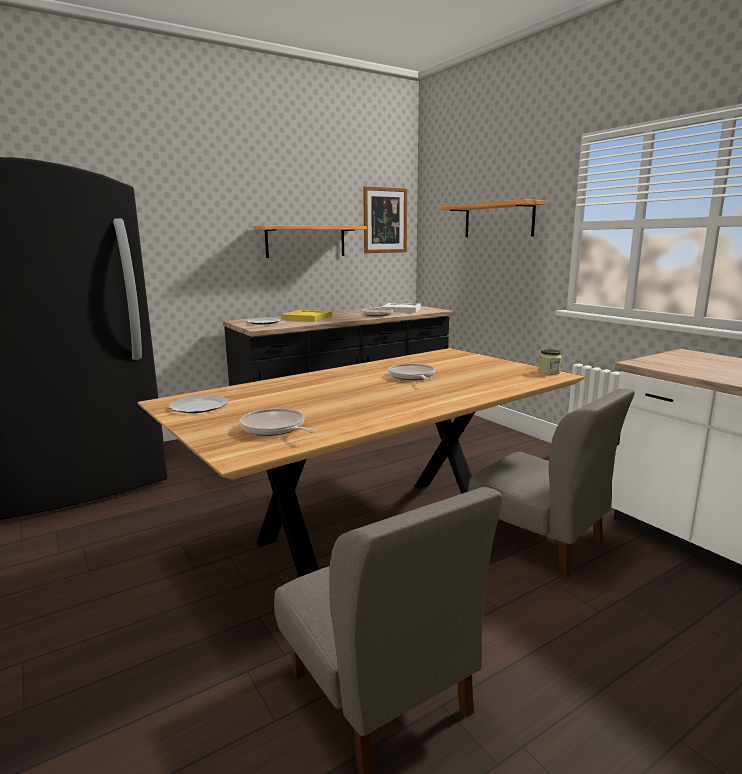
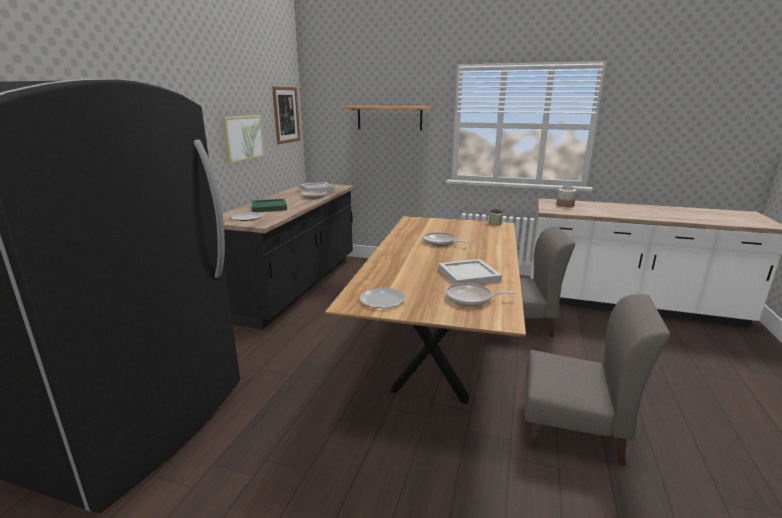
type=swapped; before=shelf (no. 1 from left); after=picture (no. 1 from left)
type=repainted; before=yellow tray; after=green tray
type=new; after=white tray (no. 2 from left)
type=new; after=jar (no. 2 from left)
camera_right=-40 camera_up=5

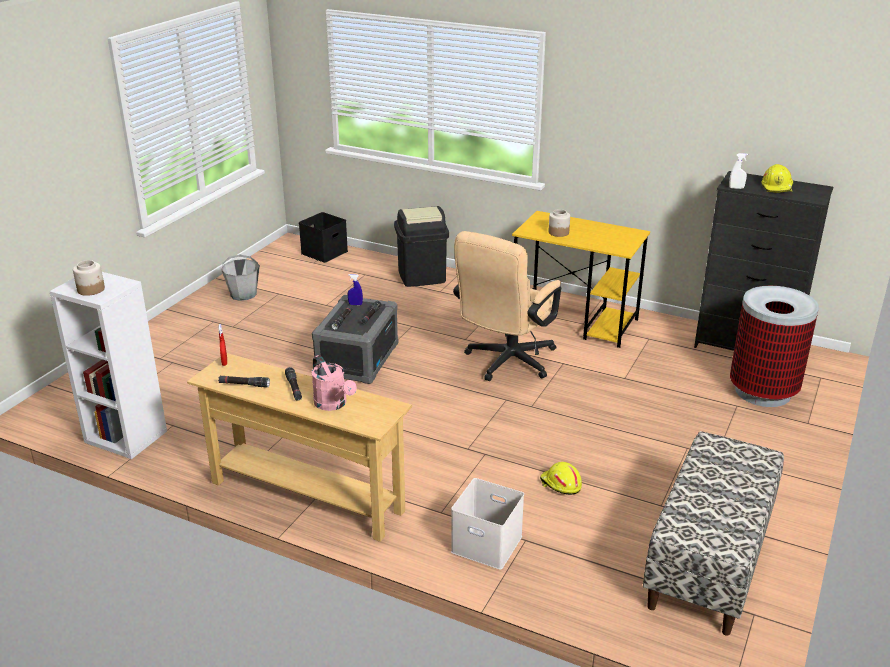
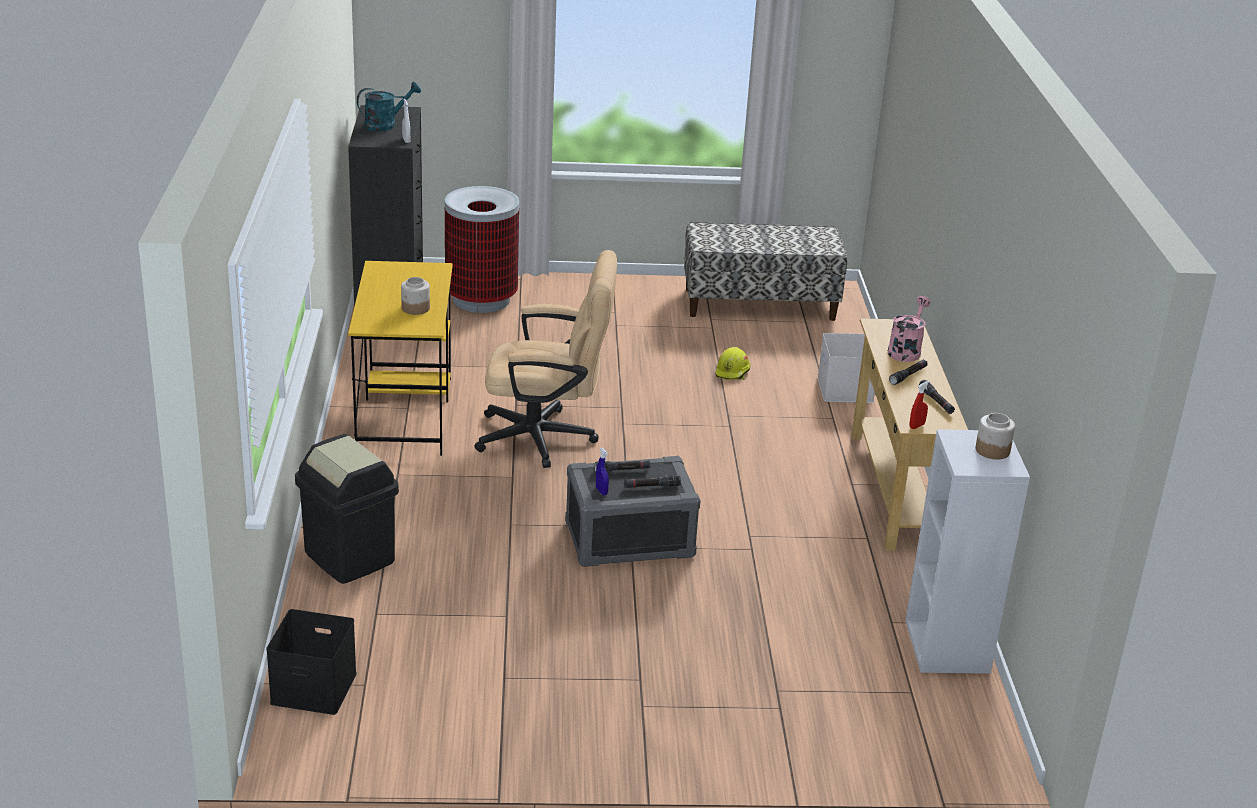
type=gone; before=grey bucket
type=swapped; before=yellow hard hat (no. 2 from left); after=turquoise watering can
camera_right=-120 camera_up=0

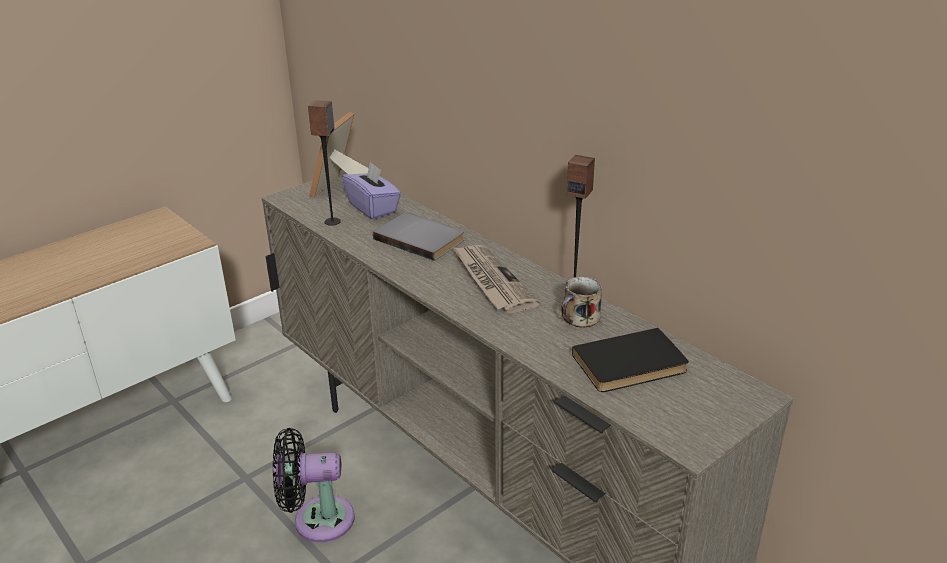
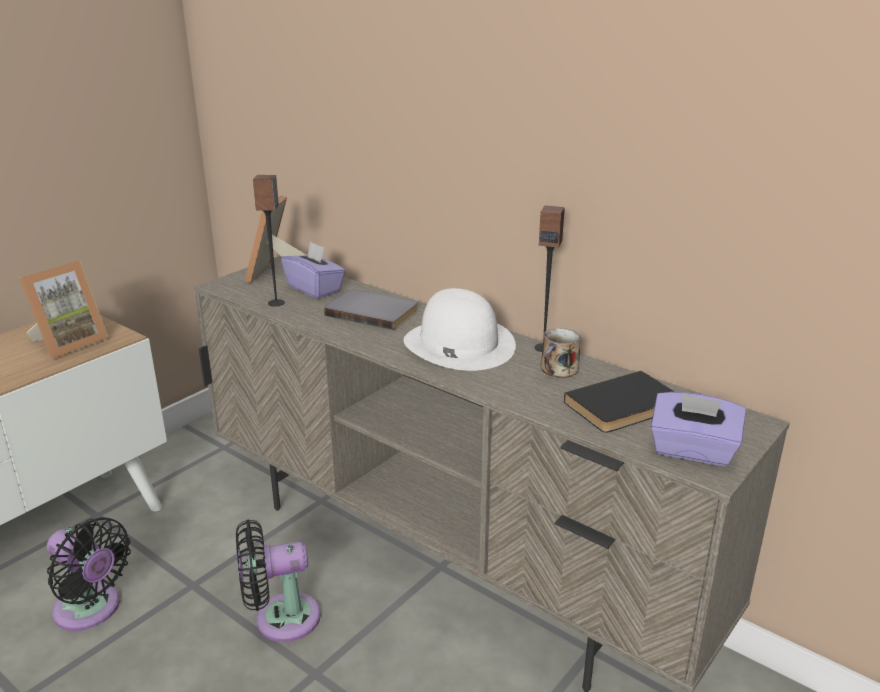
type=swapped; before=newspaper; after=white hat
type=new; after=picture frame (no. 1 from left)
type=new; after=black fan (no. 1 from left)
type=new; after=purple tissue box (no. 2 from left)
camera_right=-10 camera_up=-5

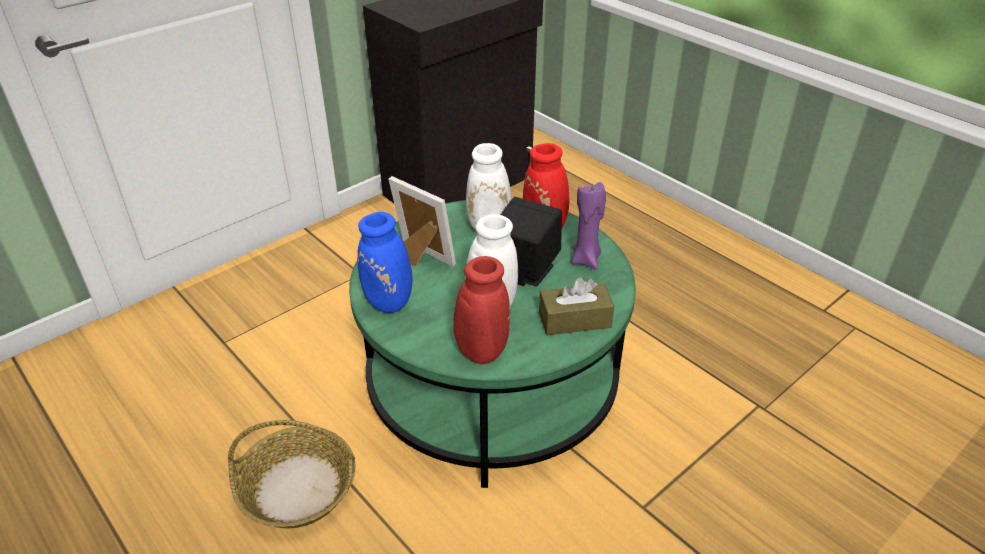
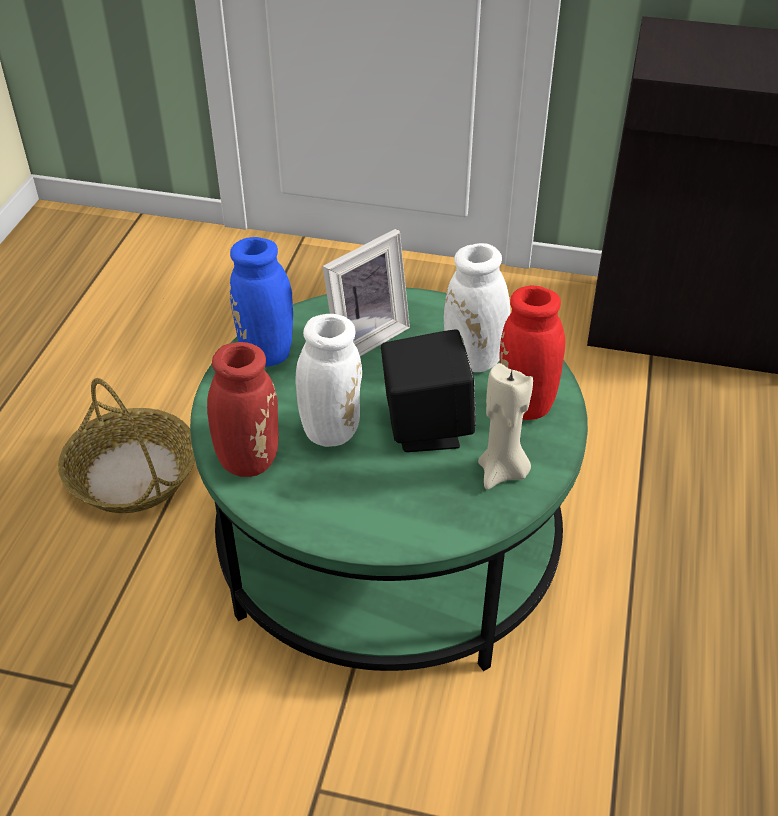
type=rotated; before=picture frame; turn=45
type=gone; before=brown tissue box
type=repainted; before=purple candle; after=beige candle
camera_right=55 camera_up=5

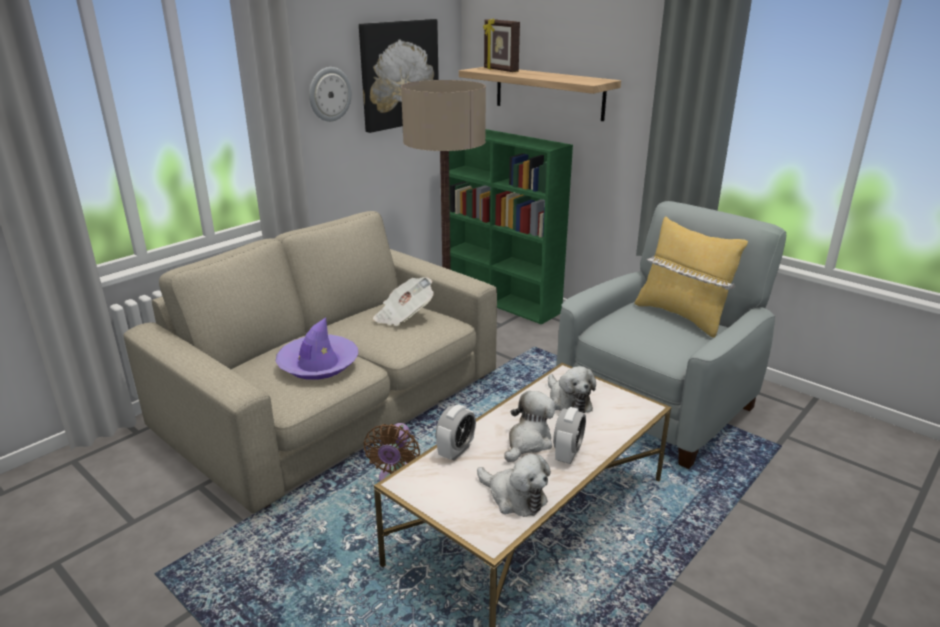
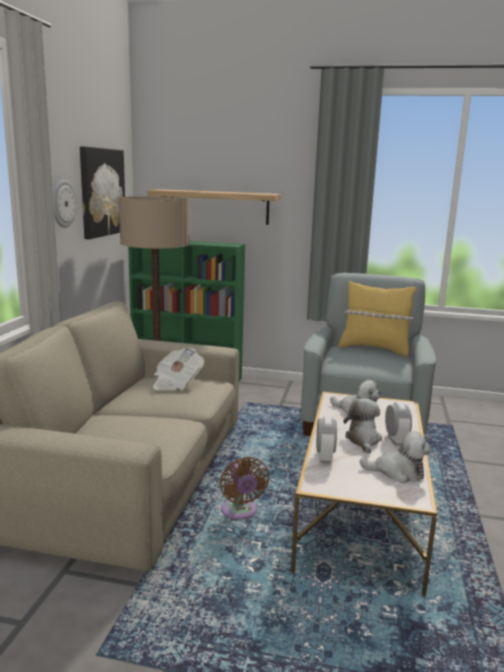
type=gone; before=purple hat
type=gone; before=picture frame
camera_right=-30 camera_up=-10

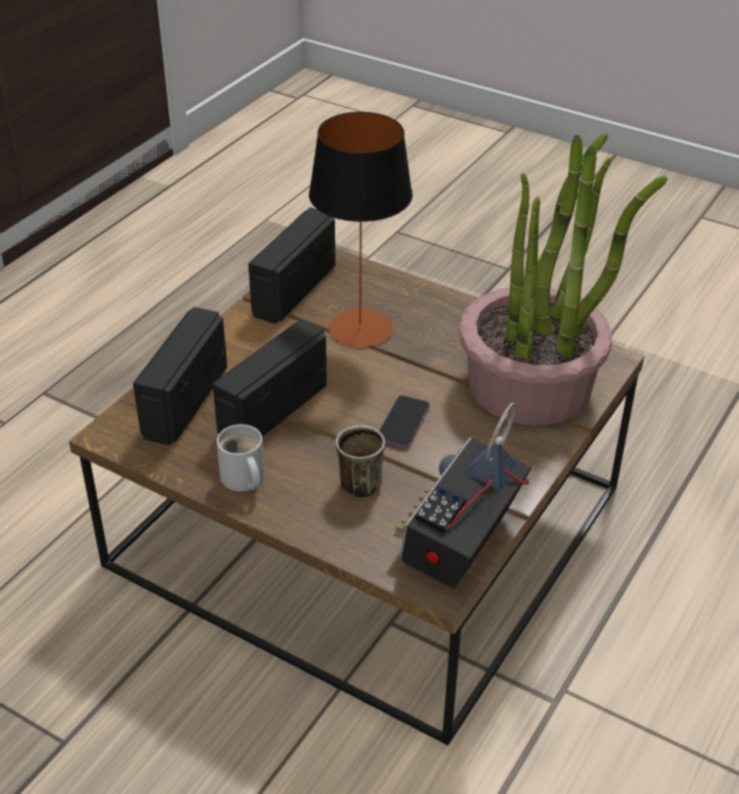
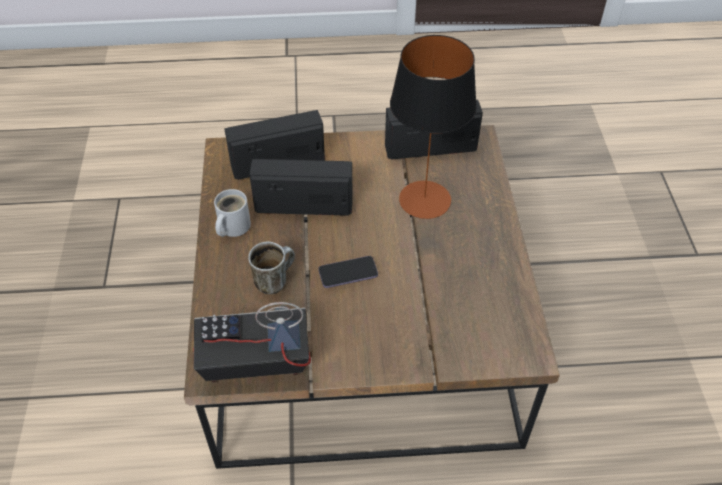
type=gone; before=potted plant
camera_right=55 camera_up=10

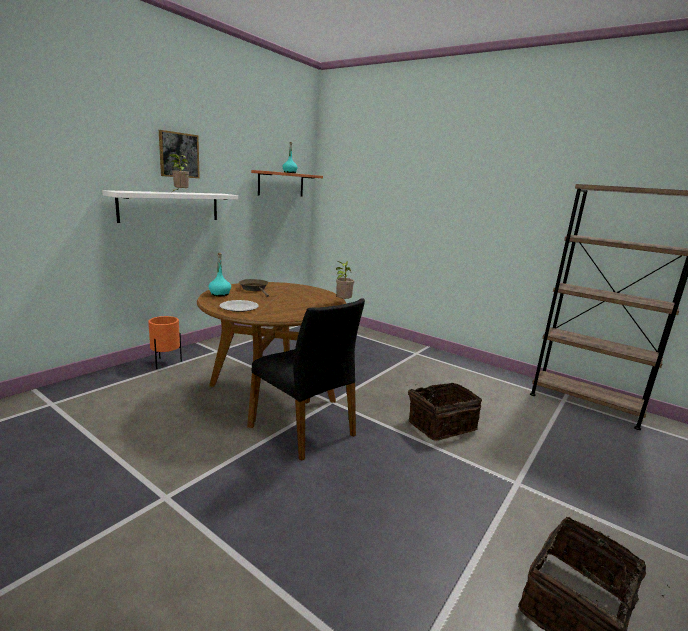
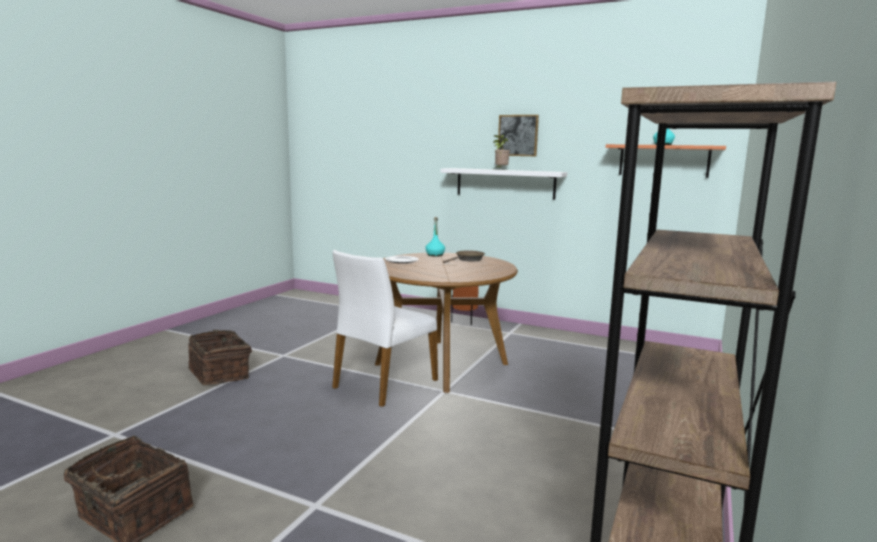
type=repainted; before=black chair; after=white chair
type=gone; before=potted plant (no. 2 from left)
type=shifted; before=basket (no. 1 from left in the first image); after=basket (no. 2 from left)
camera_right=80 camera_up=-5

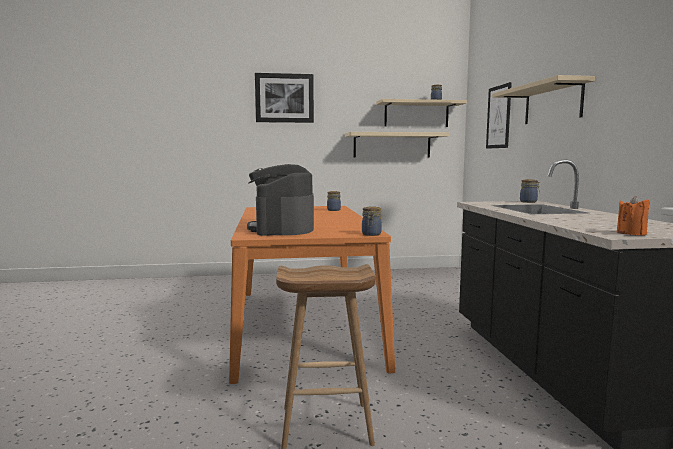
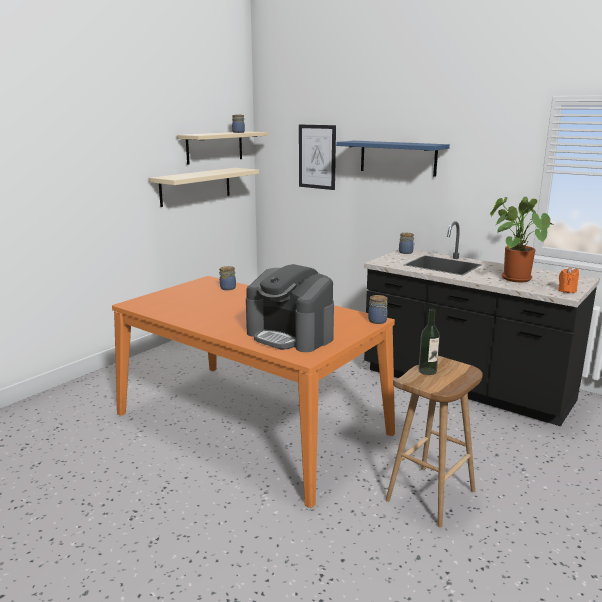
type=gone; before=picture (no. 1 from left)
type=repainted; before=beige shelf (no. 3 from left); after=blue shelf
type=new; after=bottle
type=new; after=potted plant
camera_right=-45 camera_up=10

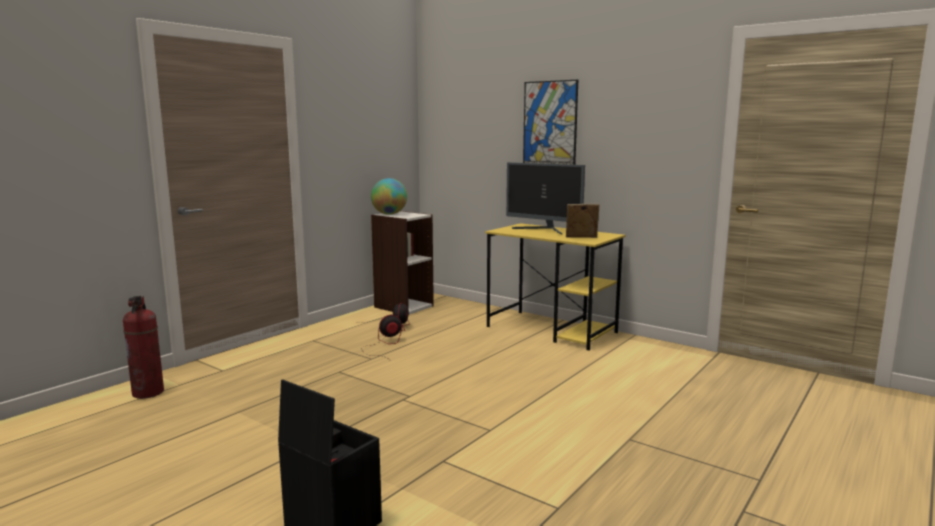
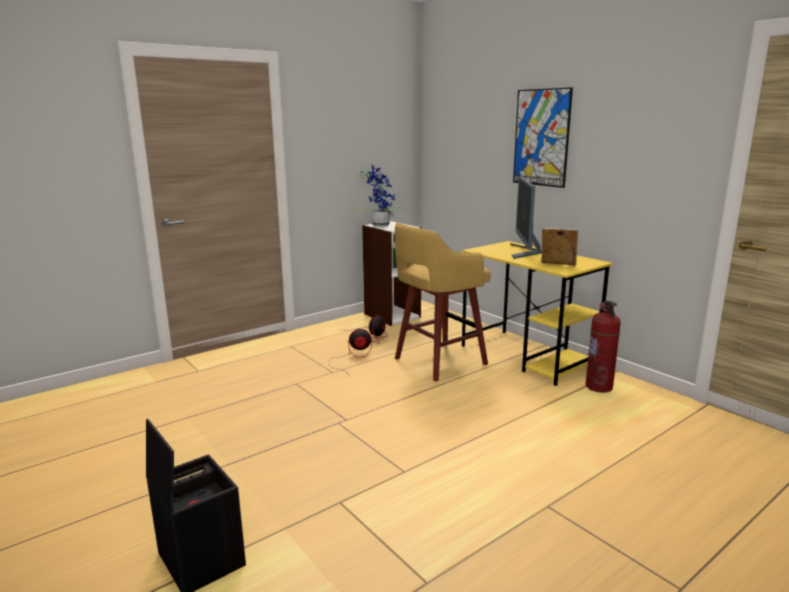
type=shifted; before=fire extinguisher
type=swapped; before=globe; after=potted plant
type=rotated; before=monitor; turn=45
type=new; after=yellow stool
camera_right=15 camera_up=5

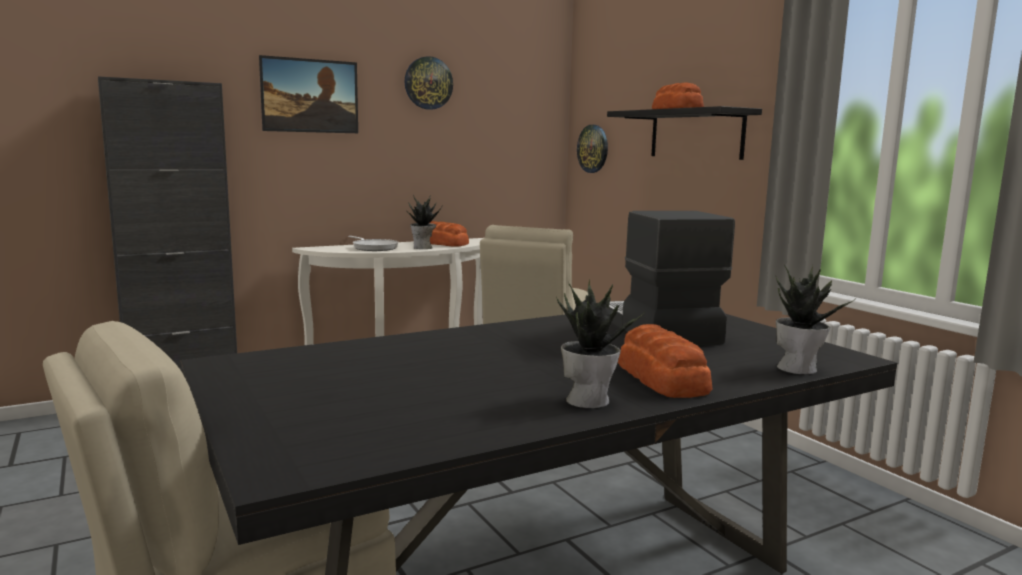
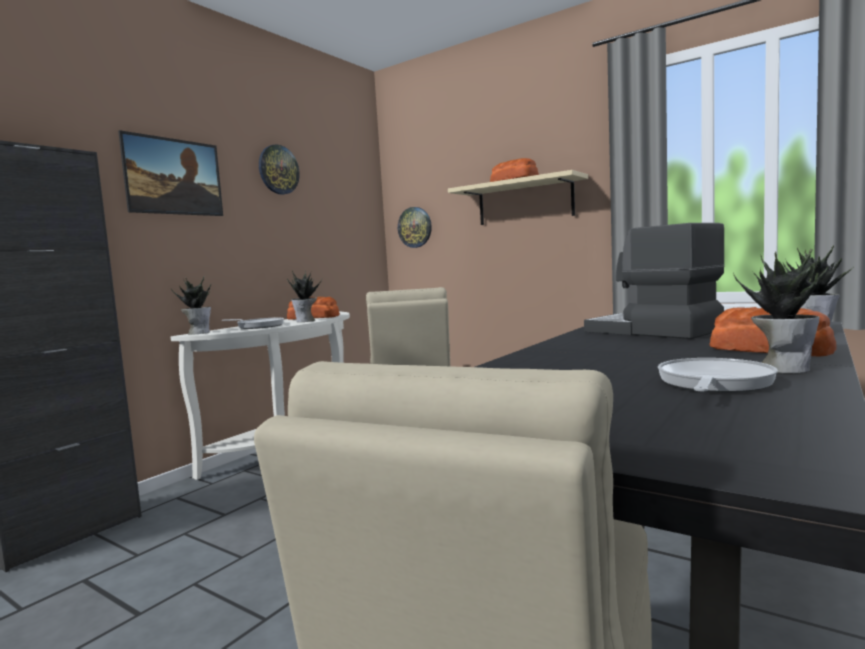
type=repainted; before=black shelf; after=beige shelf
type=new; after=potted plant (no. 1 from left)
type=new; after=frying pan (no. 2 from left)
camera_right=-25 camera_up=-5

